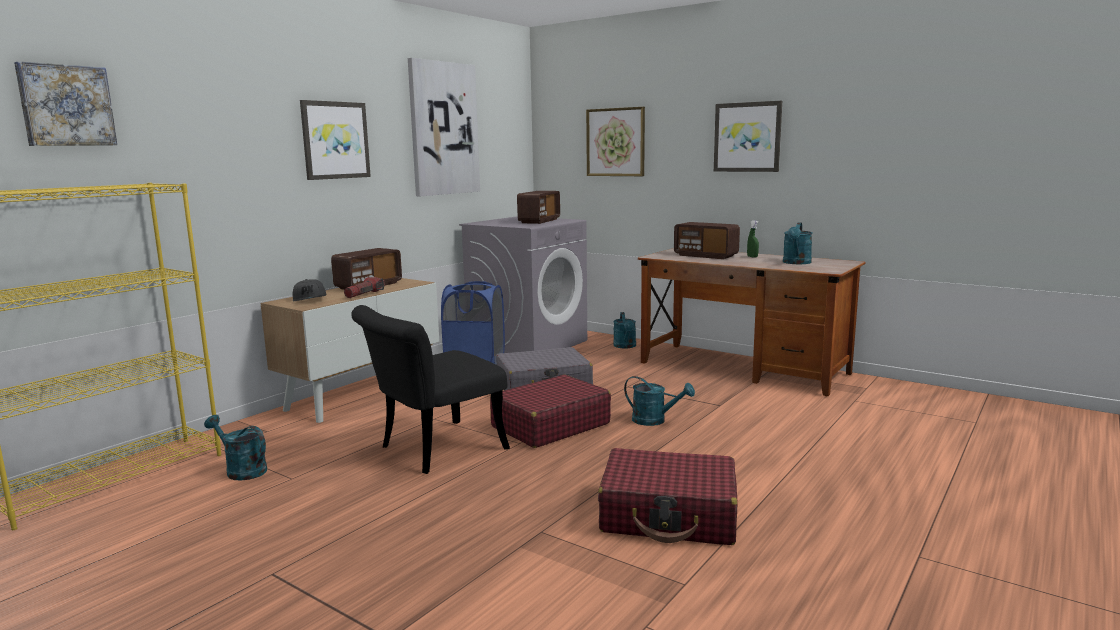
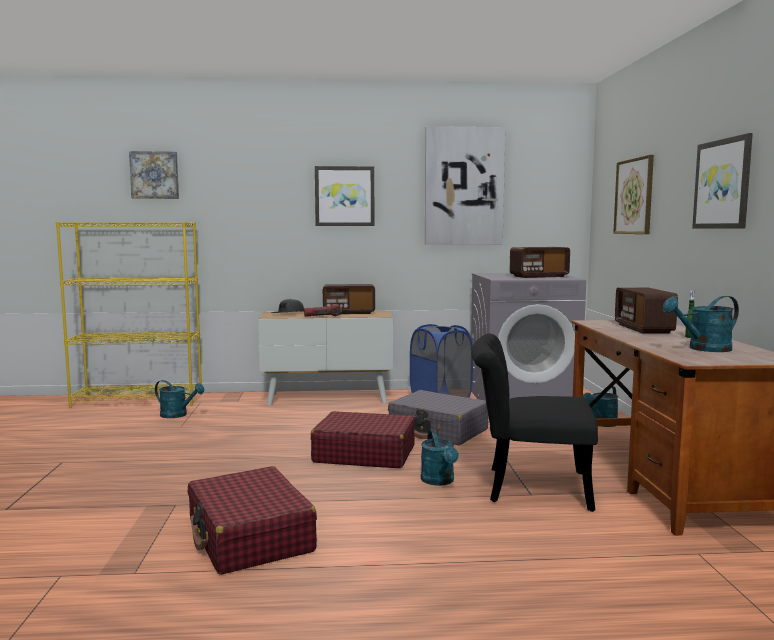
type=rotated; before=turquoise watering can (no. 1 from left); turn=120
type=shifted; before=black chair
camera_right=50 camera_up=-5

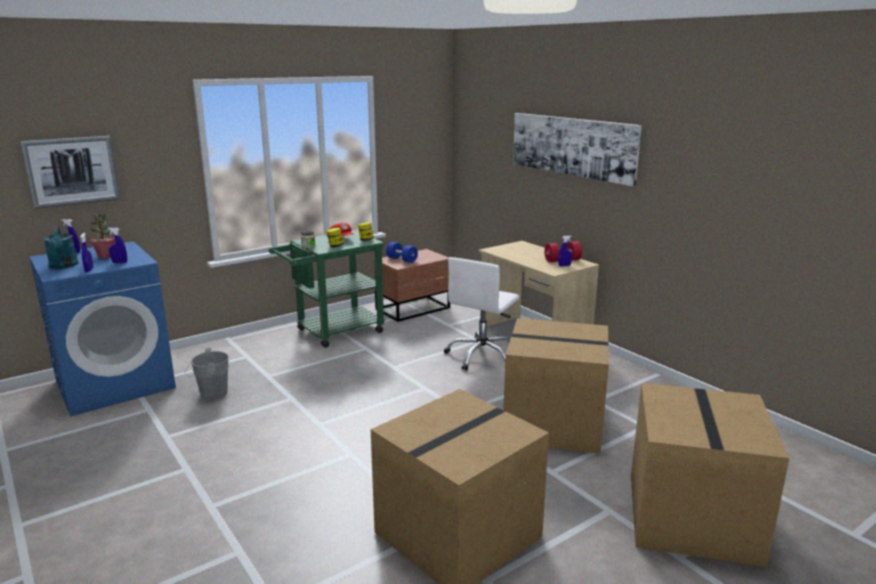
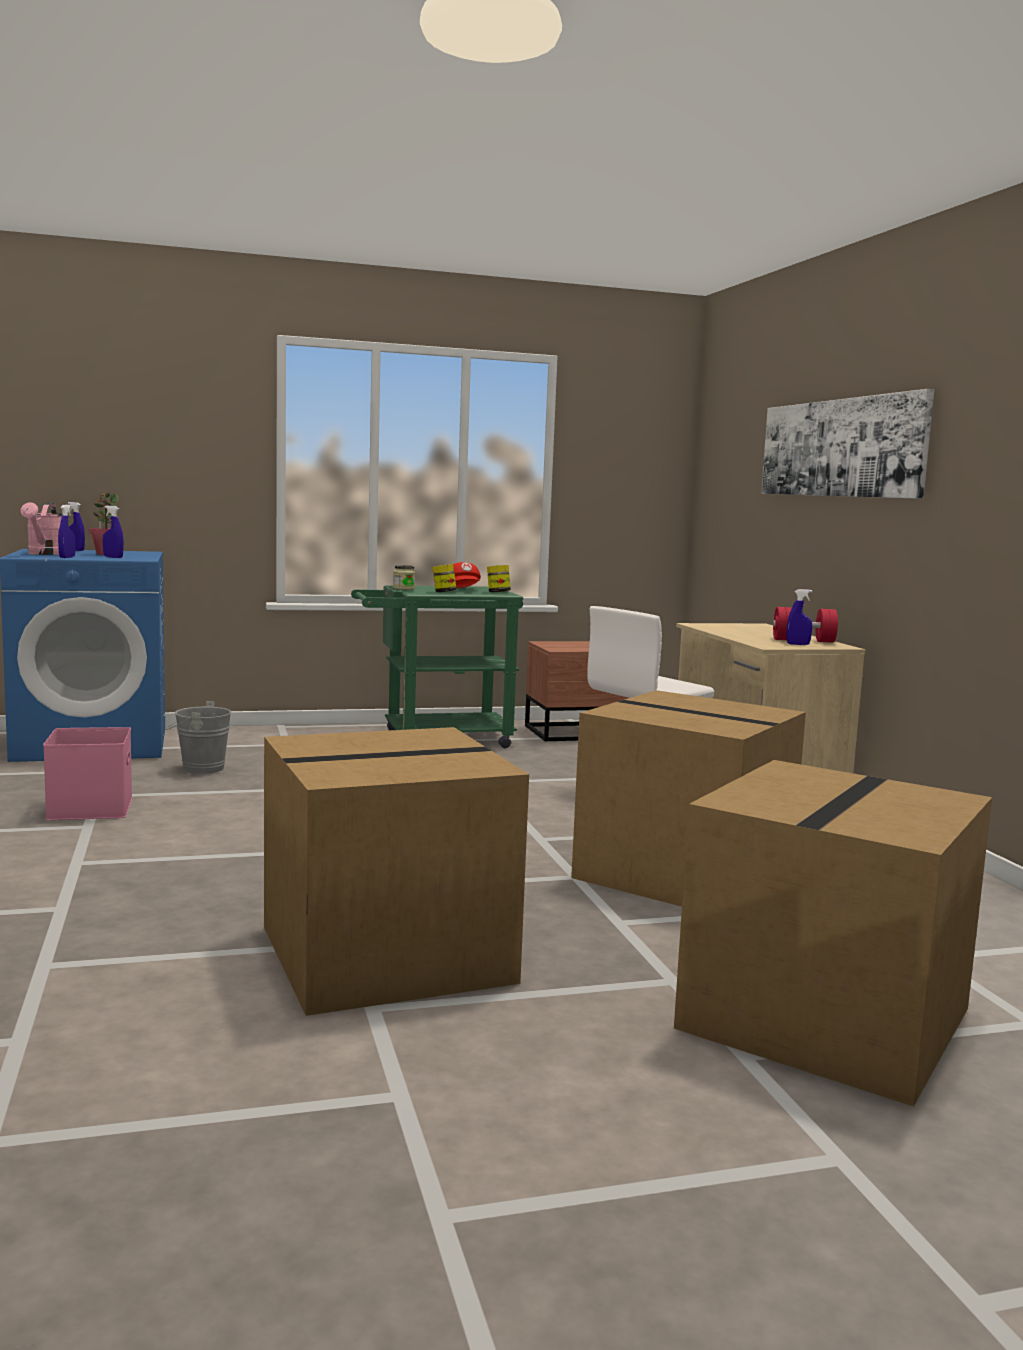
type=gone; before=picture (no. 1 from left)
type=repainted; before=turquoise watering can; after=pink watering can
type=gone; before=blue dumbbell
type=new; after=pink storage box
camera_right=20 camera_up=-10

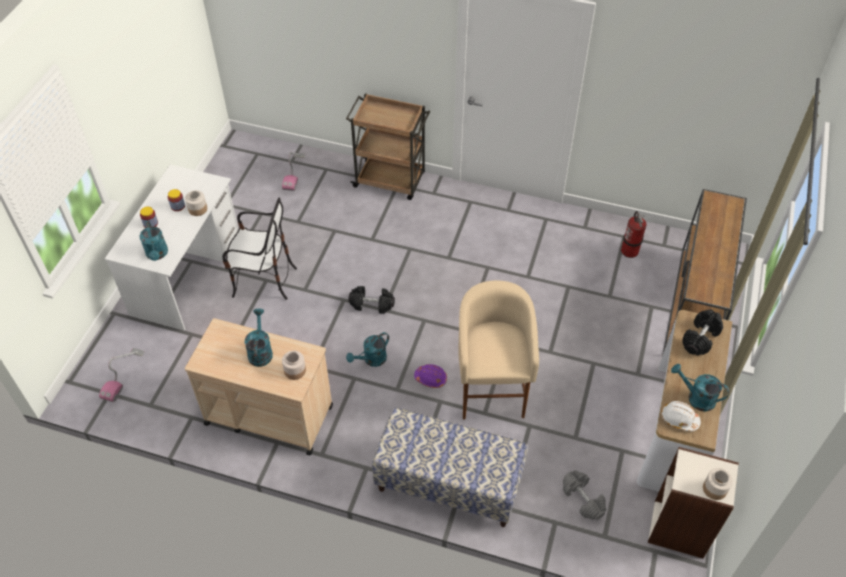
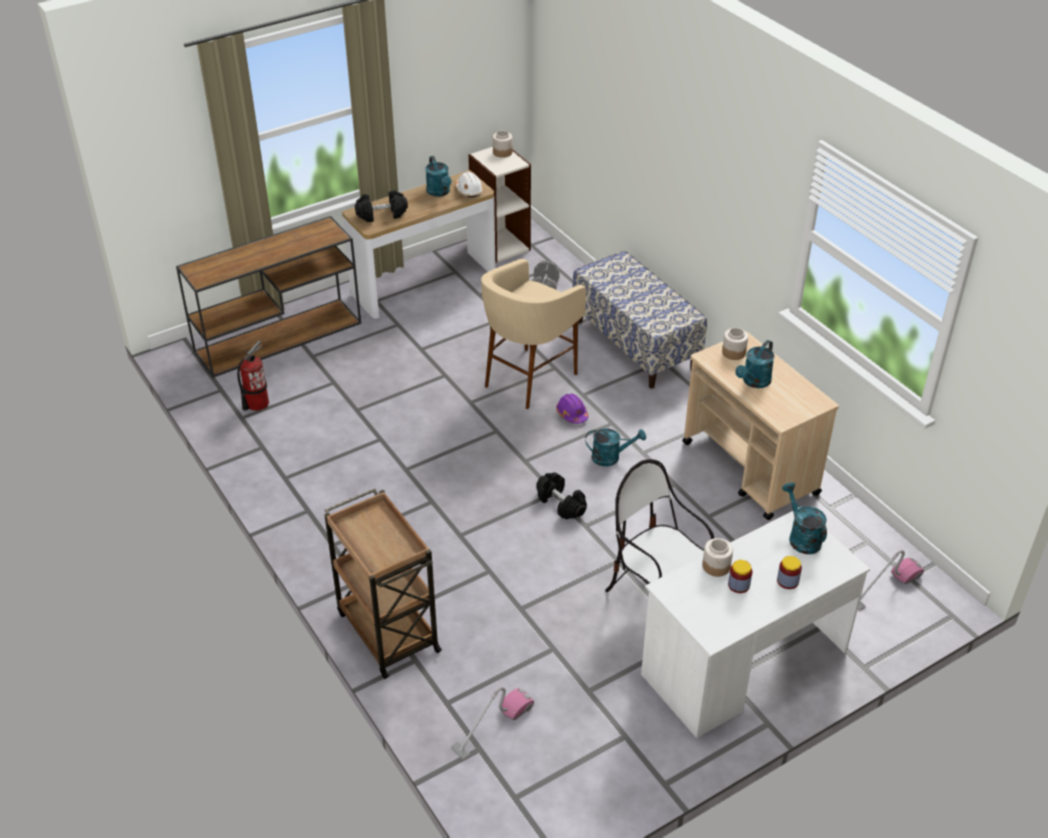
type=rotated; before=turquoise watering can (no. 1 from left in the first image); turn=-45
camera_right=-140 camera_up=-10

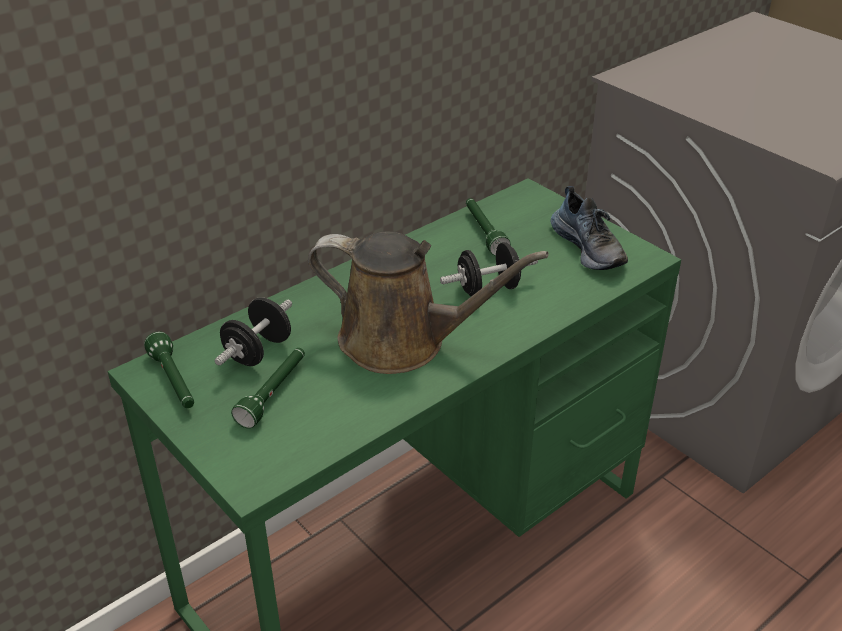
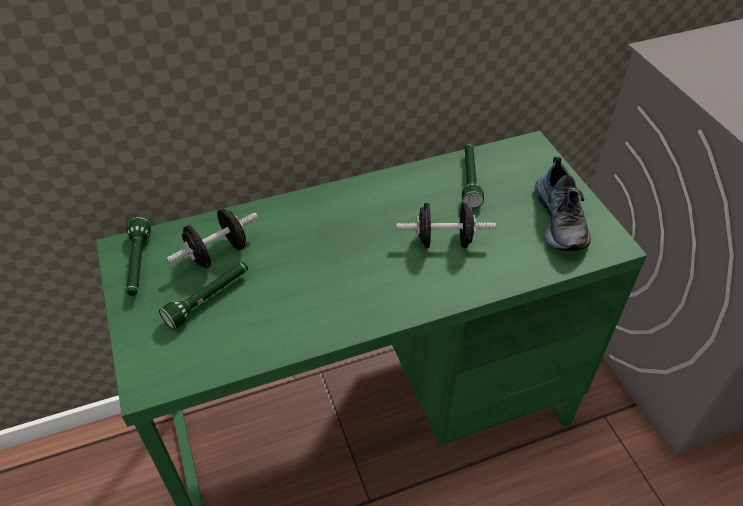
type=gone; before=brown watering can
camera_right=20 camera_up=10

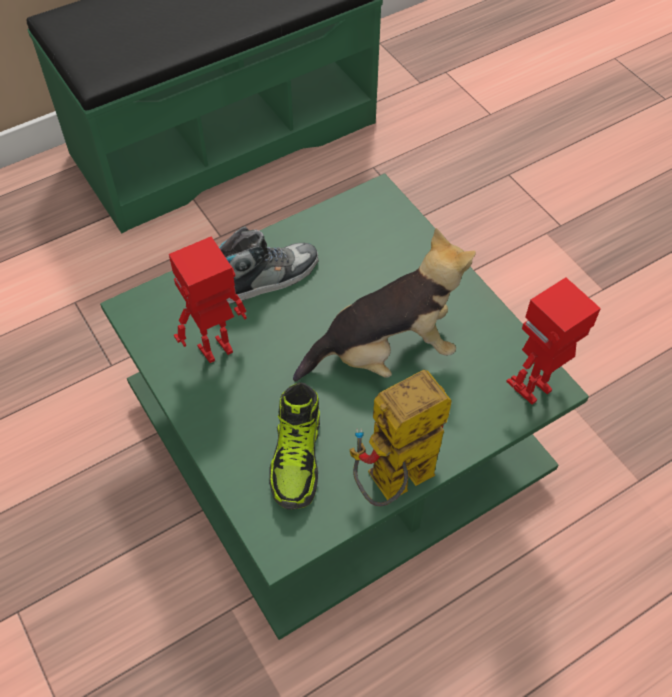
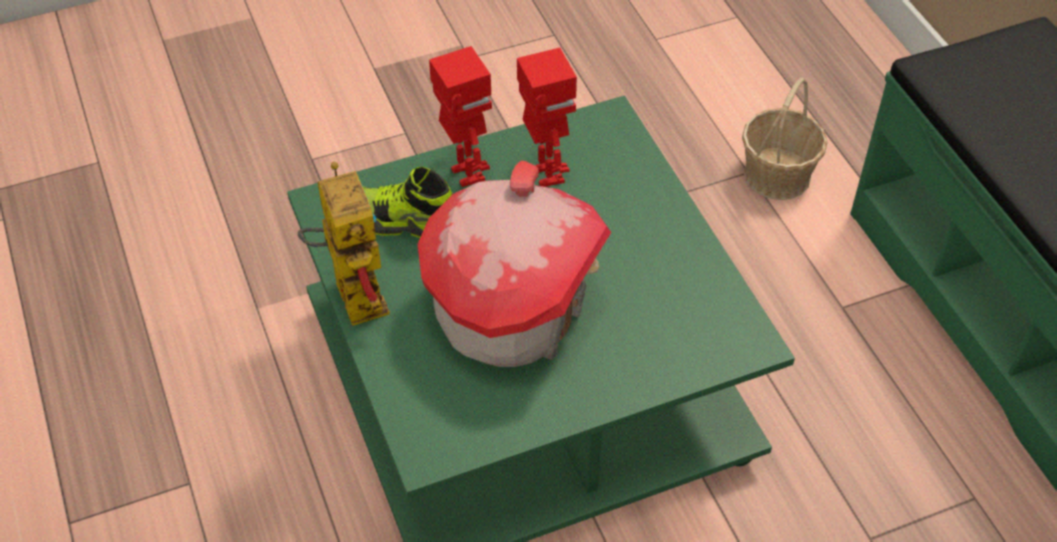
type=gone; before=shoe (no. 1 from left)
type=swapped; before=plush toy; after=toy house
type=shifted; before=toy robot (no. 3 from left in the first image); after=toy robot (no. 2 from left)
type=new; after=basket
camera_right=100 camera_up=-5

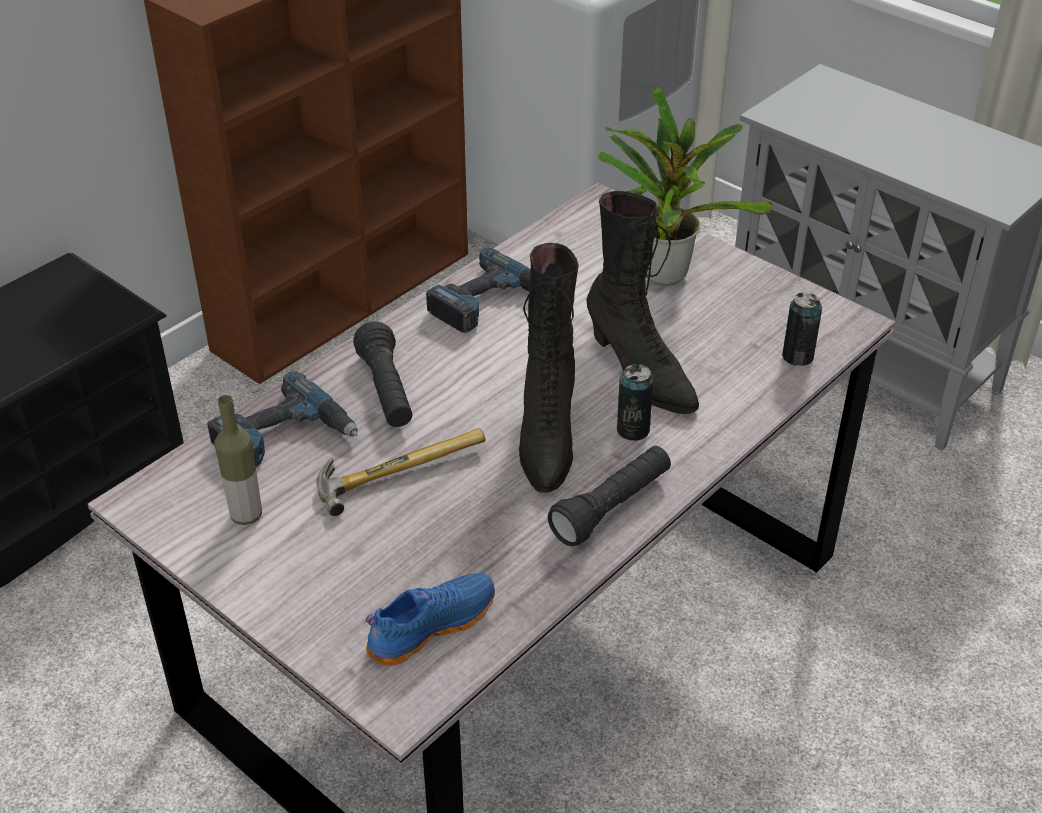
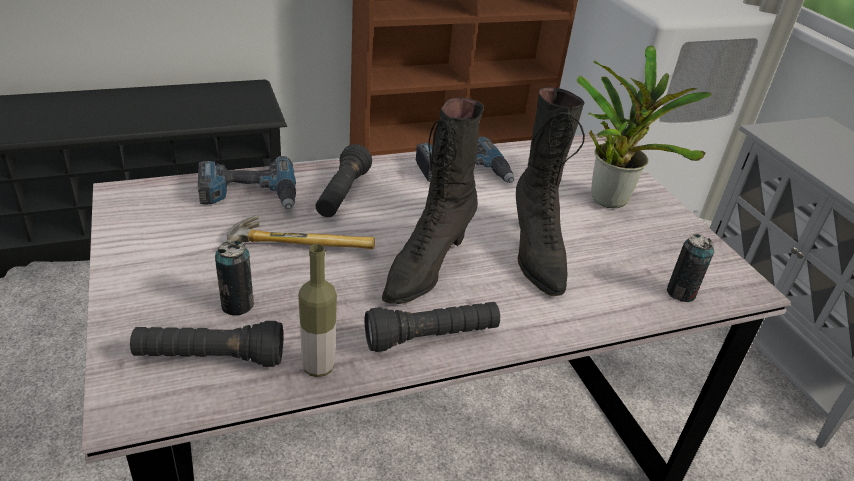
type=shifted; before=bottle
type=swapped; before=blue shoe; after=black flashlight (no. 1 from left)
type=shifted; before=can (no. 1 from left)
camera_right=25 camera_up=-5

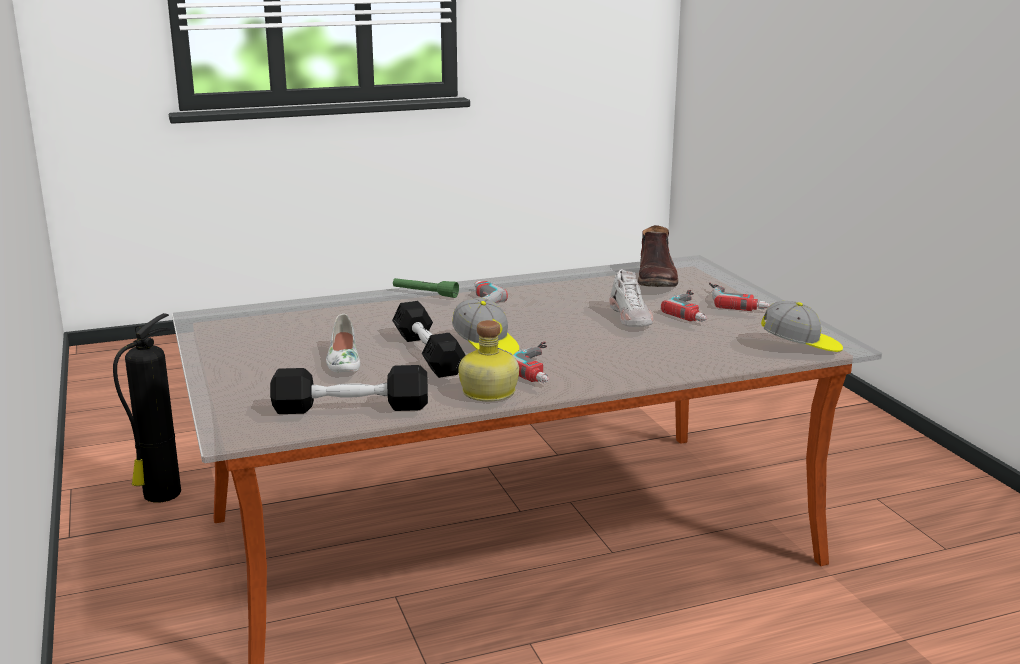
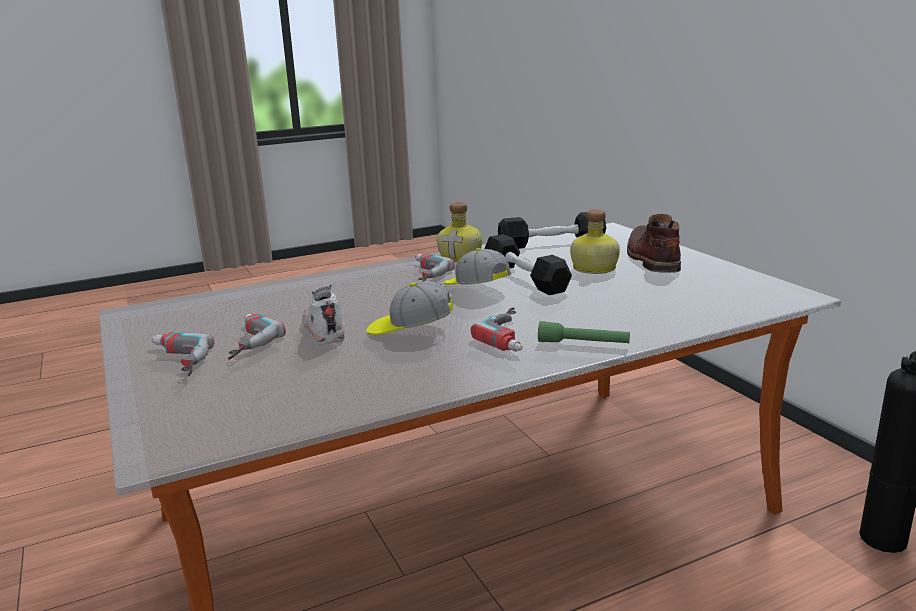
type=swapped; before=white shoe (no. 1 from left); after=bottle (no. 2 from left)
type=shifted; before=brown boot
type=shifted; before=cap (no. 2 from left in the first image); after=cap (no. 1 from left)
camera_right=175 camera_up=0

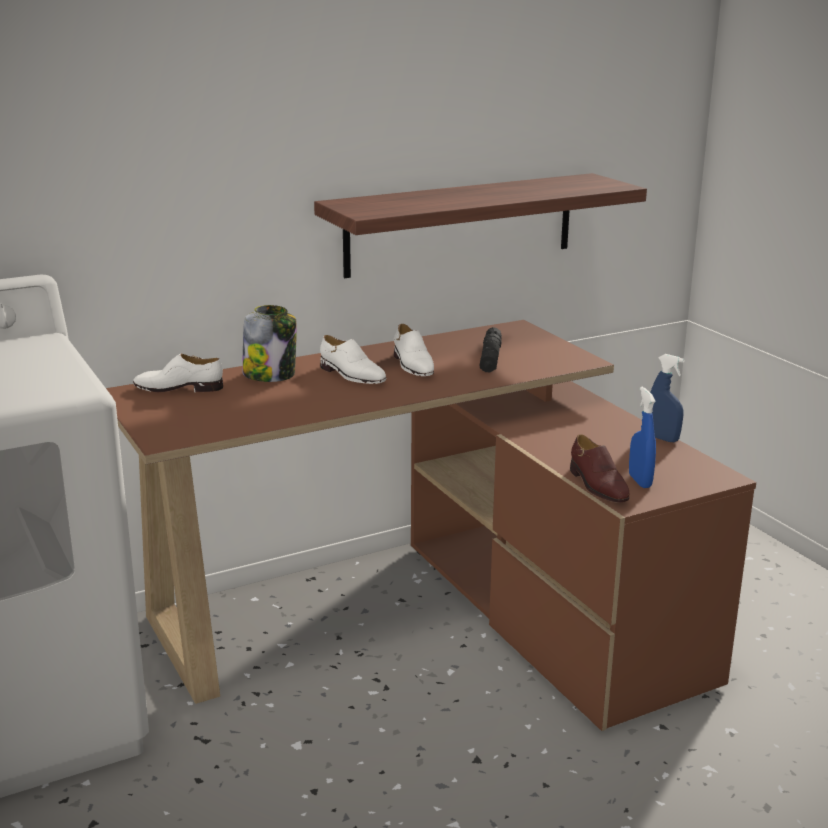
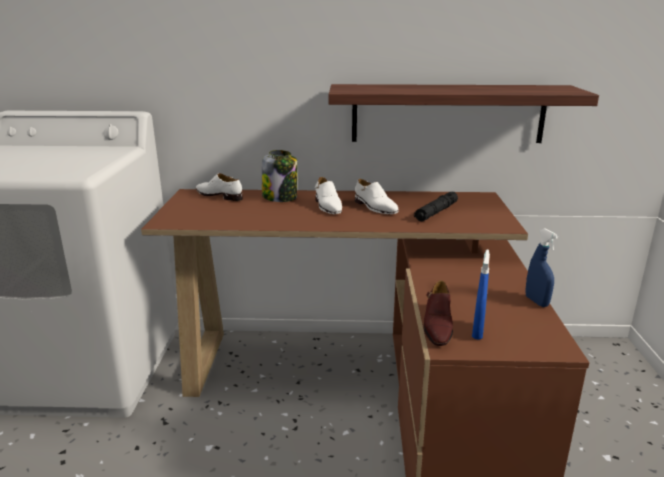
type=rotated; before=white shoe (no. 3 from left); turn=-45
camera_right=30 camera_up=0

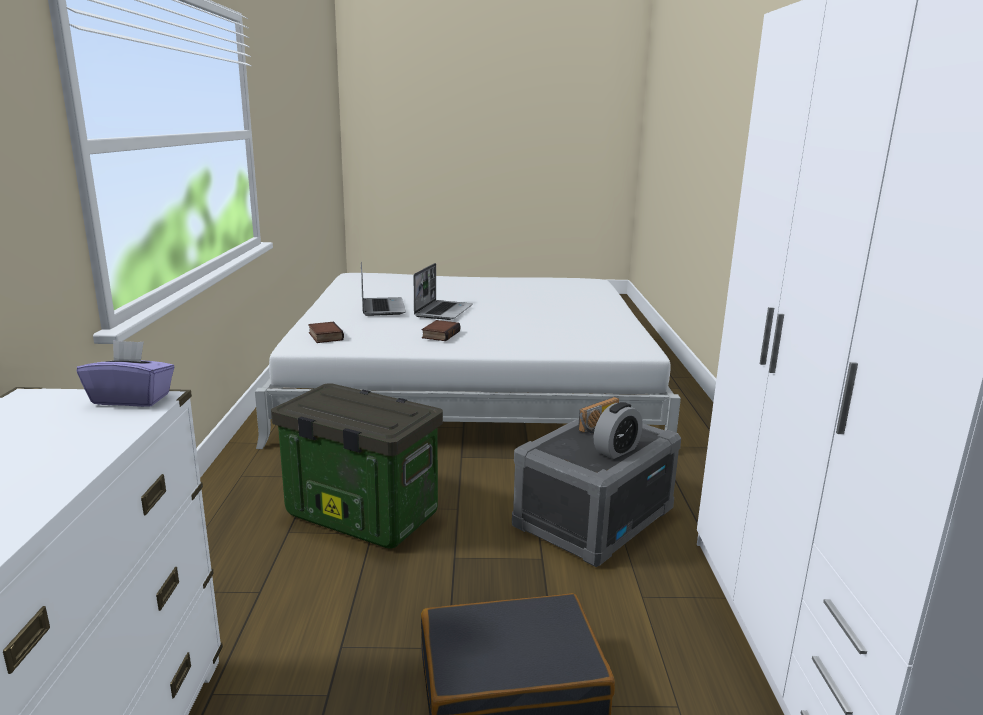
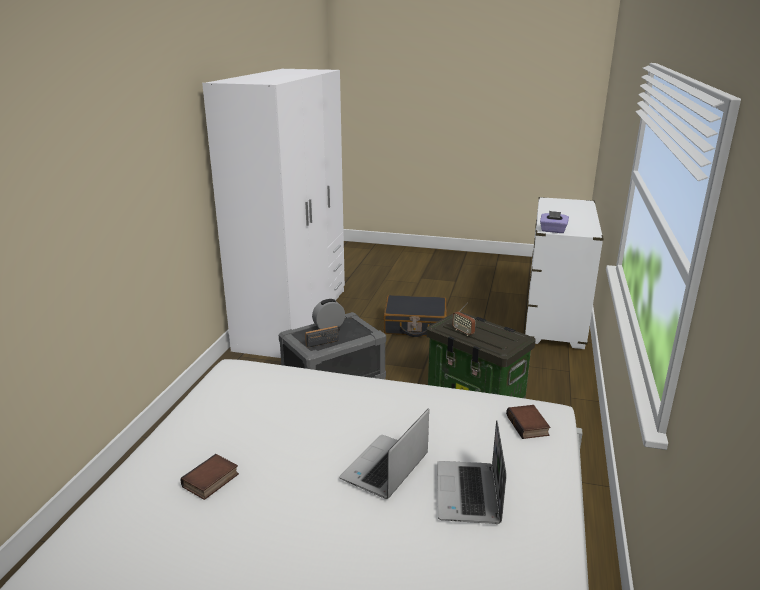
type=shifted; before=book (no. 2 from left in the first image); after=book (no. 1 from left)
type=new; after=radio (no. 2 from left)
camera_right=-165 camera_up=5

